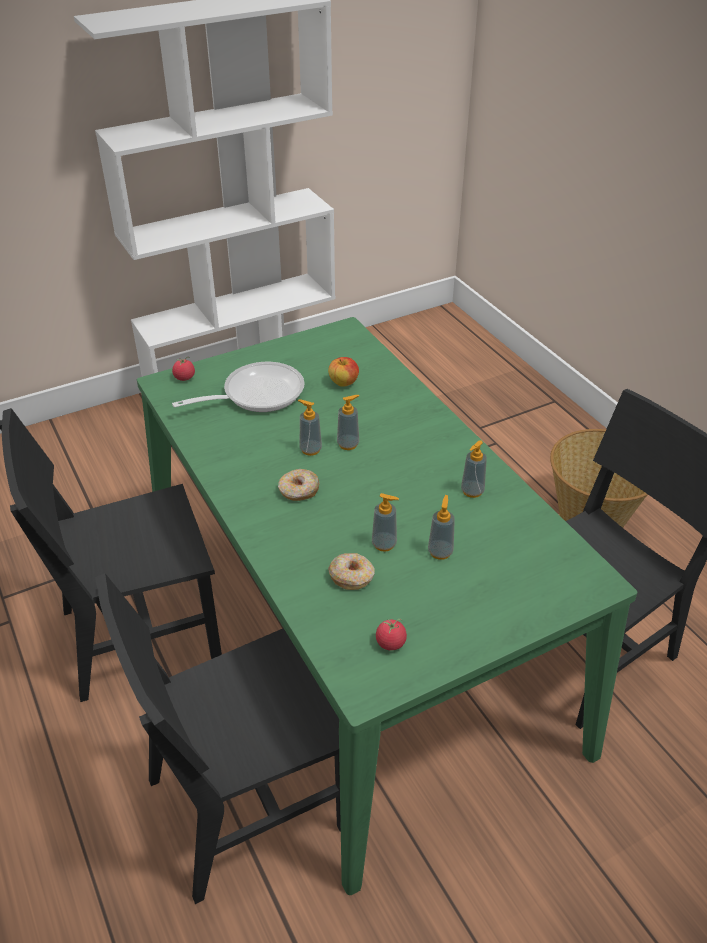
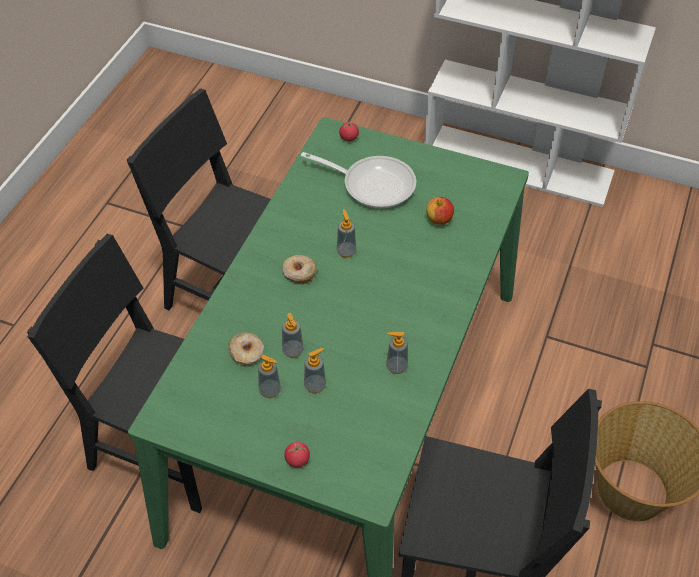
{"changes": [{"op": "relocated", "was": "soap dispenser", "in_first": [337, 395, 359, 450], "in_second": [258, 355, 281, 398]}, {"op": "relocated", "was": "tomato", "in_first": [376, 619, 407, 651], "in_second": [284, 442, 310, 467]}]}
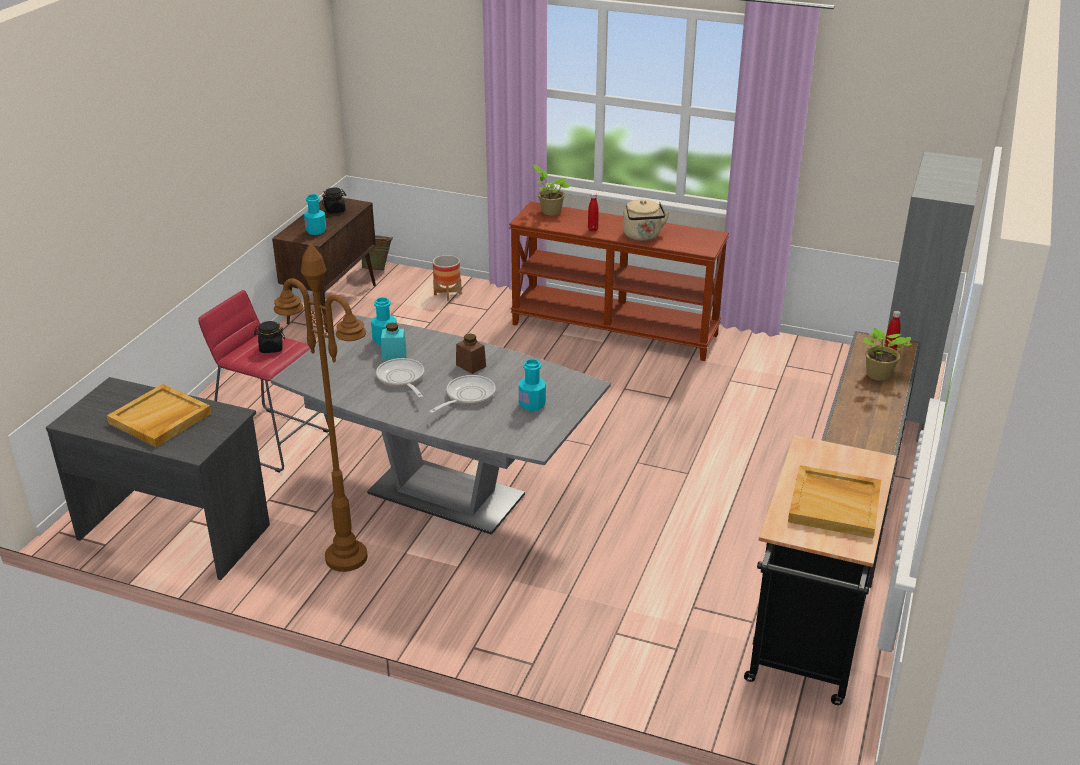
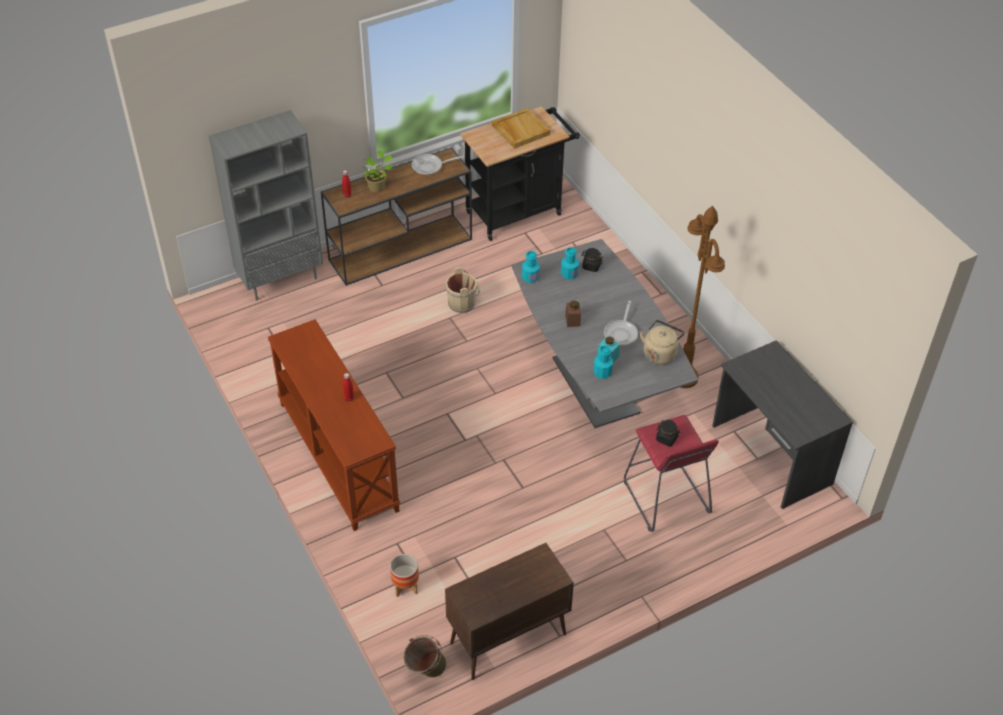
{"changes": [{"op": "missing", "was": "beige serving tray", "in_first": [107, 384, 212, 447]}, {"op": "missing", "was": "potted plant", "in_first": [533, 164, 571, 216]}, {"op": "appeared", "now": "beige water bucket", "in_second": [445, 267, 480, 313]}, {"op": "relocated", "was": "turquoise drink bottle", "in_first": [304, 194, 326, 235], "in_second": [522, 251, 540, 283]}, {"op": "relocated", "was": "black-coloured storage jar", "in_first": [322, 188, 346, 214], "in_second": [582, 248, 603, 272]}, {"op": "relocated", "was": "frying pan", "in_first": [429, 375, 496, 413], "in_second": [412, 154, 464, 175]}, {"op": "relocated", "was": "beige tea kettle", "in_first": [623, 199, 670, 241], "in_second": [640, 320, 685, 365]}]}
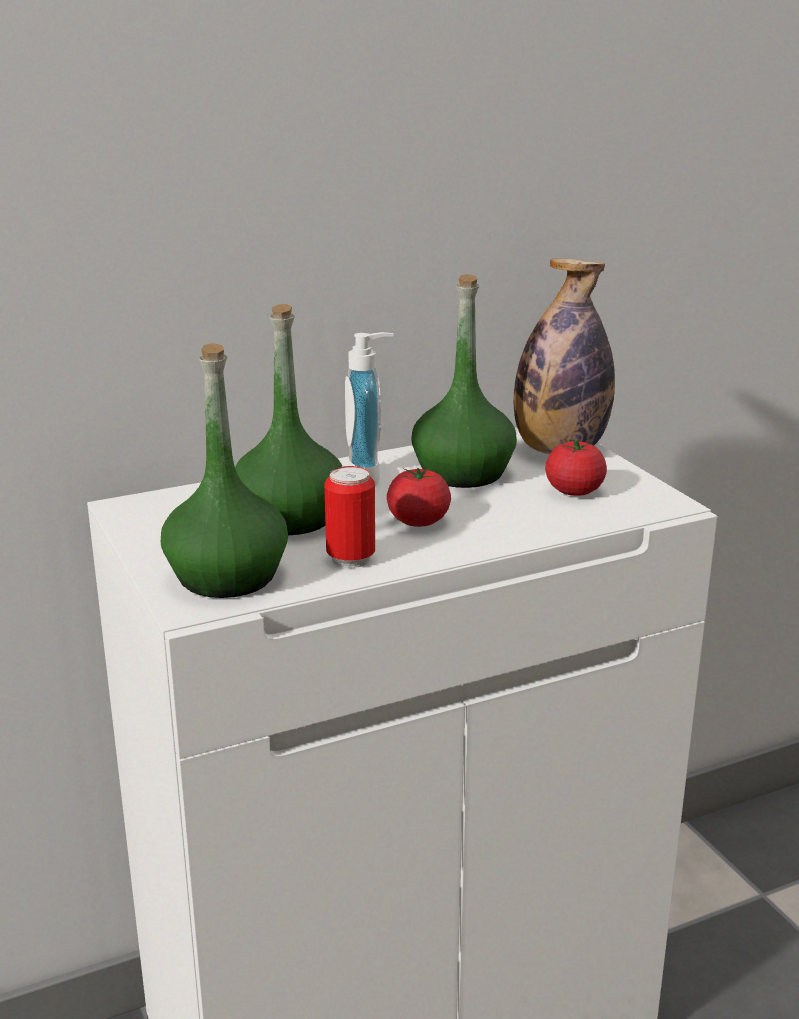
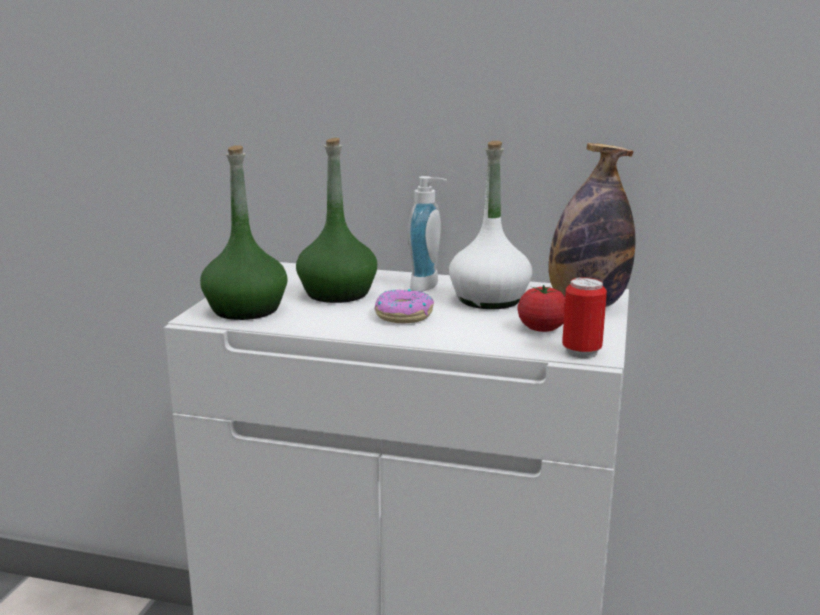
{"changes": [{"op": "relocated", "was": "sealed can", "in_first": [325, 466, 375, 568], "in_second": [562, 277, 607, 358]}, {"op": "exchanged", "was": "tomato", "now": "donut", "in_first": [387, 468, 451, 527], "in_second": [375, 289, 434, 323]}, {"op": "colour", "was": "green drink bottle", "now": "white drink bottle", "in_first": [411, 274, 517, 488], "in_second": [449, 141, 532, 309]}]}
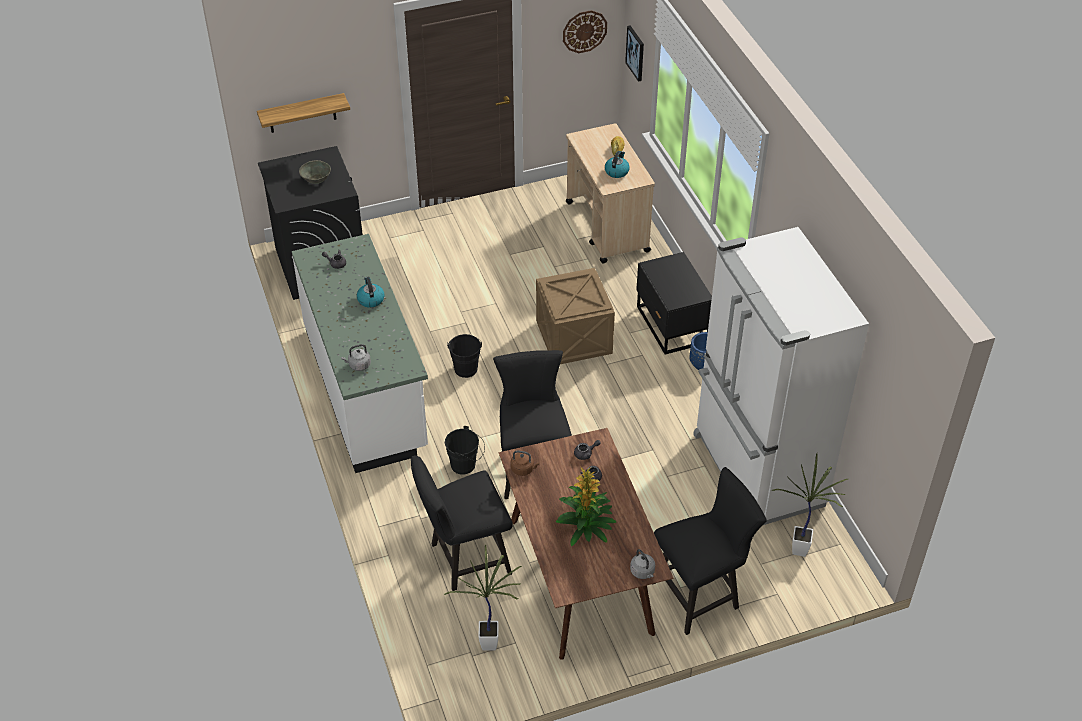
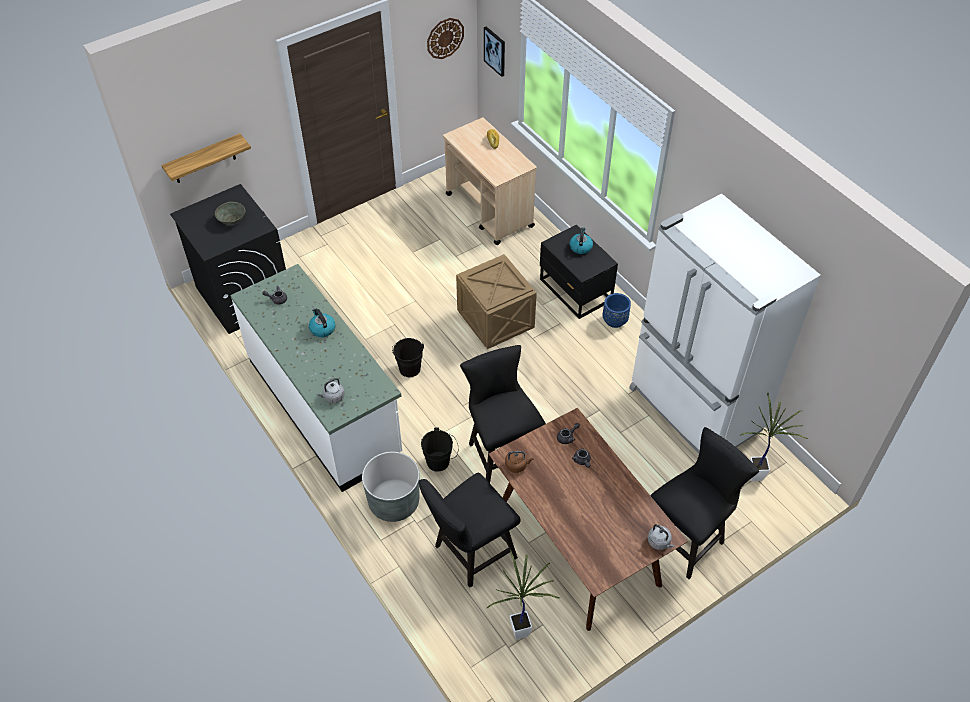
{"changes": [{"op": "missing", "was": "potted plant", "in_first": [555, 466, 616, 546]}, {"op": "appeared", "now": "greyish plant pot", "in_second": [362, 452, 420, 522]}, {"op": "relocated", "was": "tea kettle", "in_first": [605, 151, 630, 178], "in_second": [570, 228, 593, 254]}]}
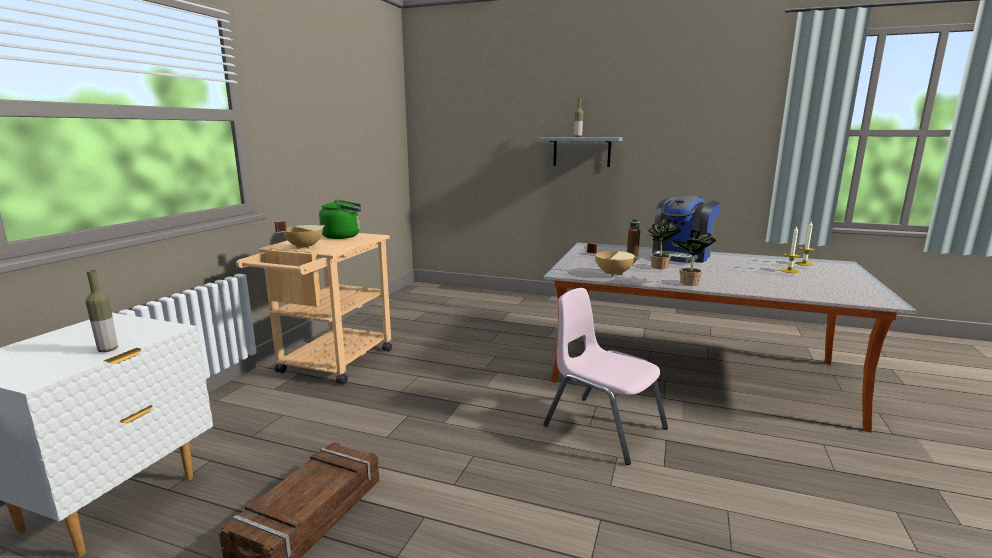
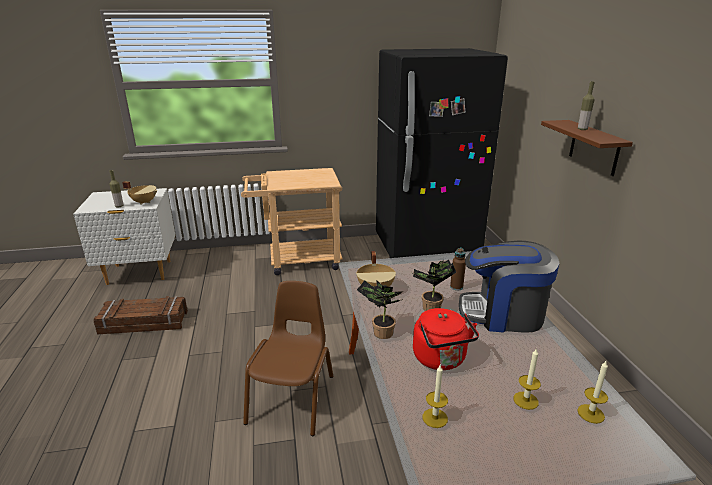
{"changes": [{"op": "missing", "was": "green tea kettle", "in_first": [319, 200, 361, 239]}, {"op": "appeared", "now": "black-coloured refrigerator", "in_second": [376, 48, 508, 258]}, {"op": "appeared", "now": "red-coloured tea kettle", "in_second": [413, 308, 479, 370]}, {"op": "appeared", "now": "candle", "in_second": [422, 365, 448, 428]}, {"op": "relocated", "was": "beige cooking pot", "in_first": [274, 221, 325, 249], "in_second": [122, 181, 158, 205]}, {"op": "colour", "was": "greyish bracket shelf", "now": "brown bracket shelf", "in_first": [538, 137, 623, 167], "in_second": [541, 120, 633, 176]}, {"op": "colour", "was": "pinkish chair", "now": "brown chair", "in_first": [543, 288, 668, 465], "in_second": [243, 281, 333, 436]}]}
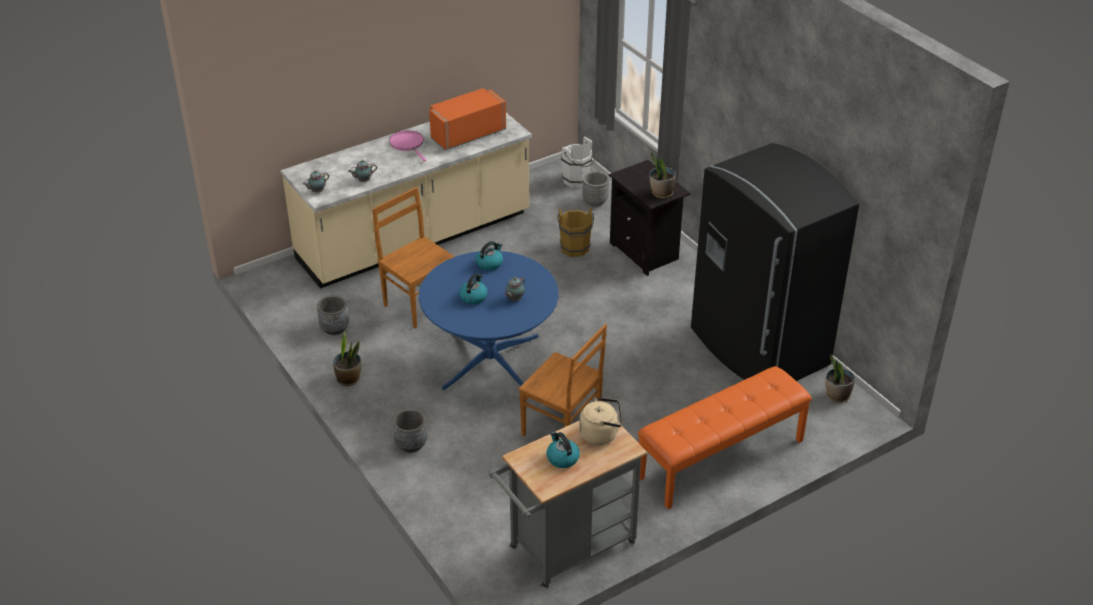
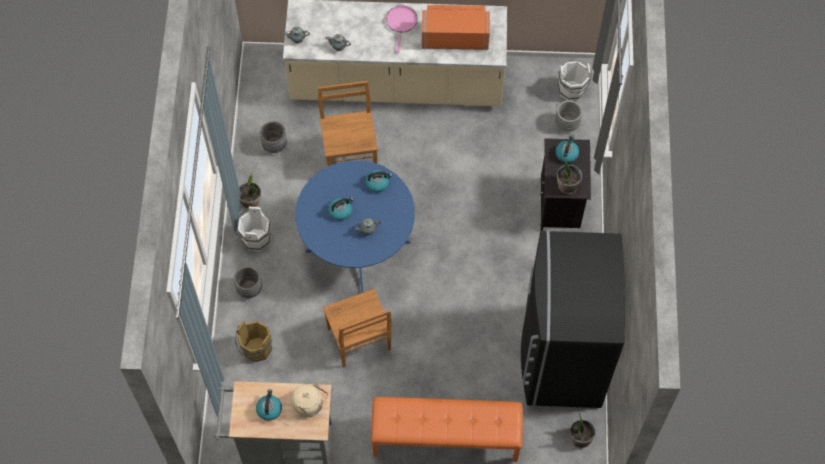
{"changes": [{"op": "appeared", "now": "white water bucket", "in_second": [234, 207, 271, 252]}, {"op": "appeared", "now": "tea kettle", "in_second": [555, 135, 579, 163]}, {"op": "relocated", "was": "brown water bucket", "in_first": [557, 207, 594, 257], "in_second": [235, 320, 272, 362]}]}
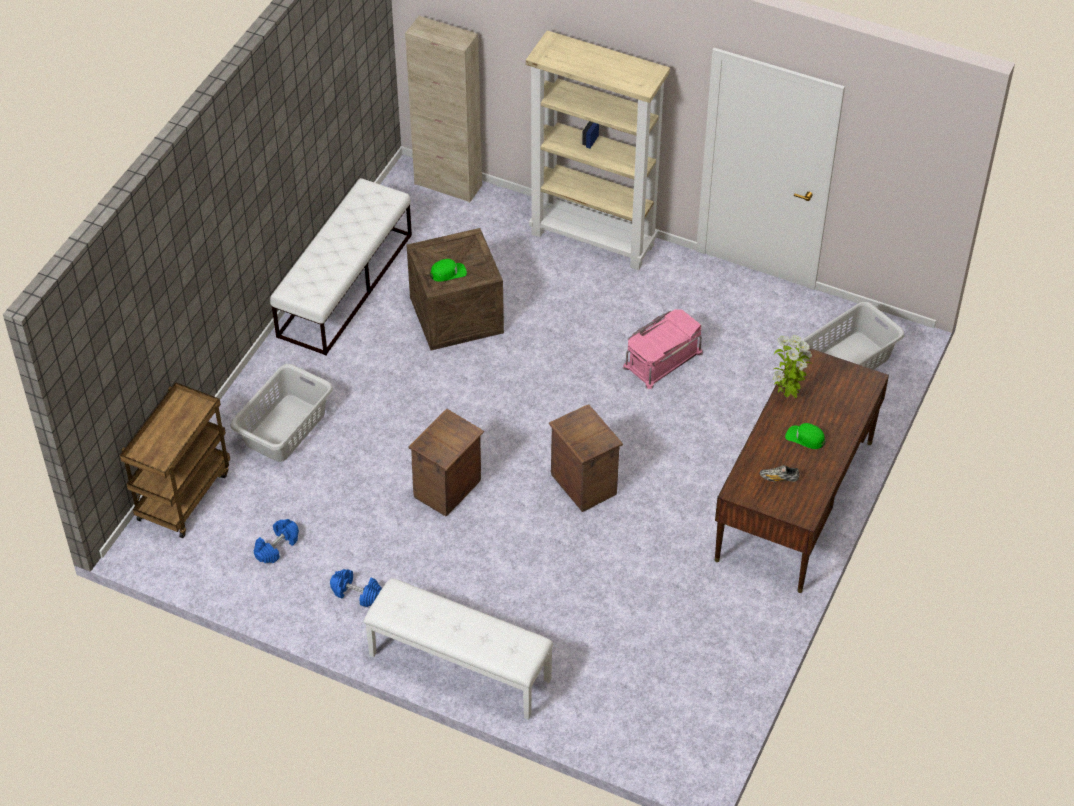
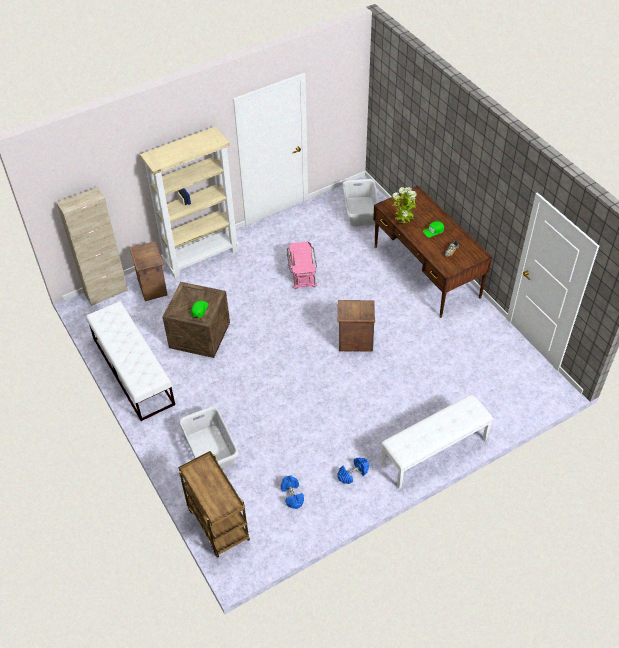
{"changes": [{"op": "relocated", "was": "shipping crate", "in_first": [409, 409, 484, 517], "in_second": [129, 241, 167, 301]}]}
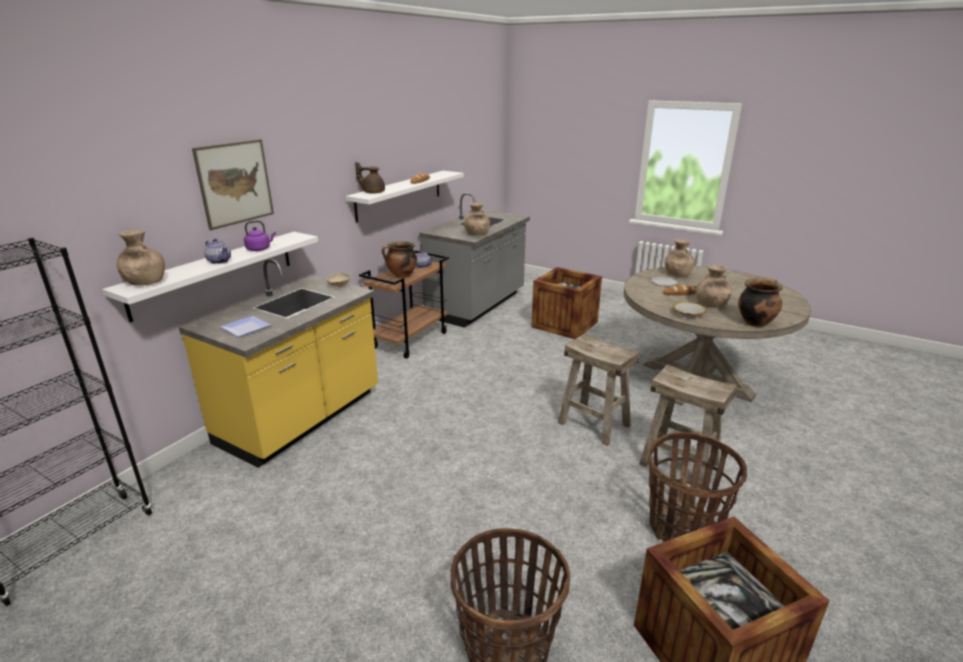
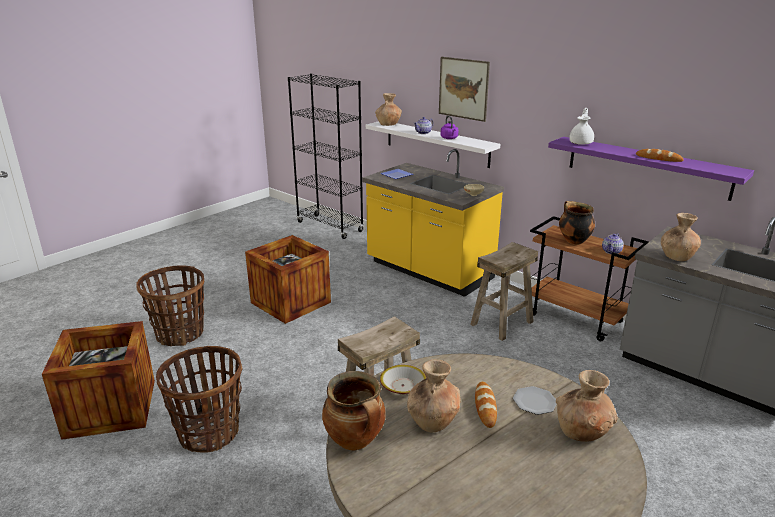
{"changes": [{"op": "relocated", "was": "shipping crate", "in_first": [531, 267, 602, 339], "in_second": [245, 235, 331, 324]}, {"op": "relocated", "was": "beige stool seat", "in_first": [639, 364, 737, 490], "in_second": [470, 242, 538, 341]}, {"op": "colour", "was": "white bracket shelf", "now": "purple-coloured bracket shelf", "in_first": [346, 171, 464, 223], "in_second": [548, 137, 754, 201]}, {"op": "colour", "was": "brown teapot", "now": "white teapot", "in_first": [355, 162, 385, 194], "in_second": [569, 108, 594, 145]}]}
